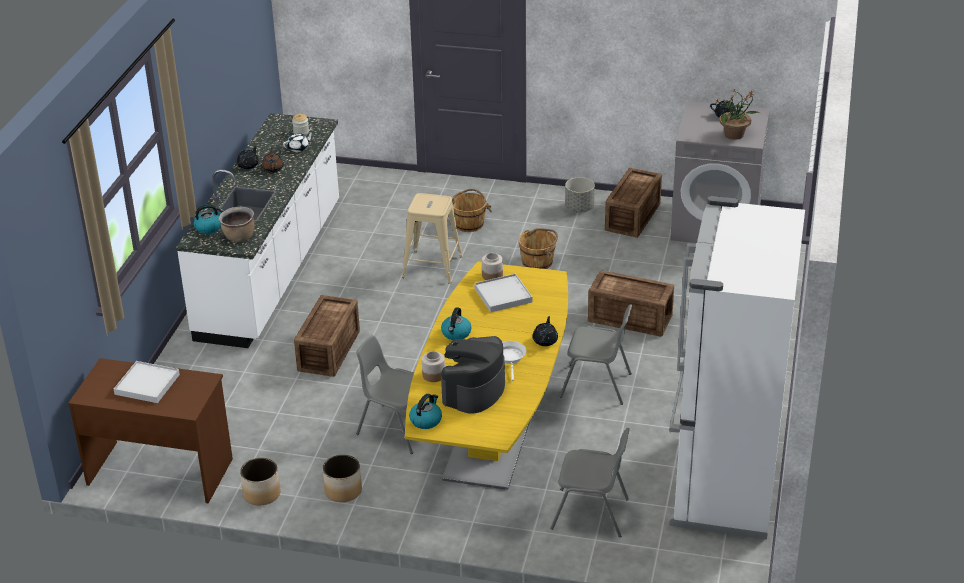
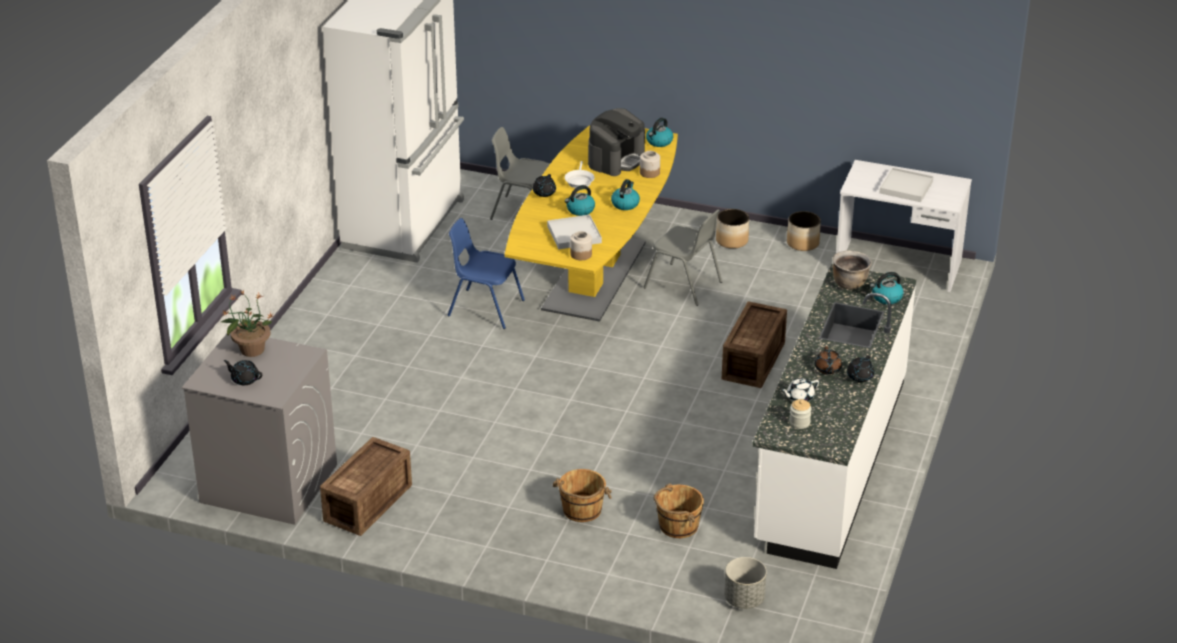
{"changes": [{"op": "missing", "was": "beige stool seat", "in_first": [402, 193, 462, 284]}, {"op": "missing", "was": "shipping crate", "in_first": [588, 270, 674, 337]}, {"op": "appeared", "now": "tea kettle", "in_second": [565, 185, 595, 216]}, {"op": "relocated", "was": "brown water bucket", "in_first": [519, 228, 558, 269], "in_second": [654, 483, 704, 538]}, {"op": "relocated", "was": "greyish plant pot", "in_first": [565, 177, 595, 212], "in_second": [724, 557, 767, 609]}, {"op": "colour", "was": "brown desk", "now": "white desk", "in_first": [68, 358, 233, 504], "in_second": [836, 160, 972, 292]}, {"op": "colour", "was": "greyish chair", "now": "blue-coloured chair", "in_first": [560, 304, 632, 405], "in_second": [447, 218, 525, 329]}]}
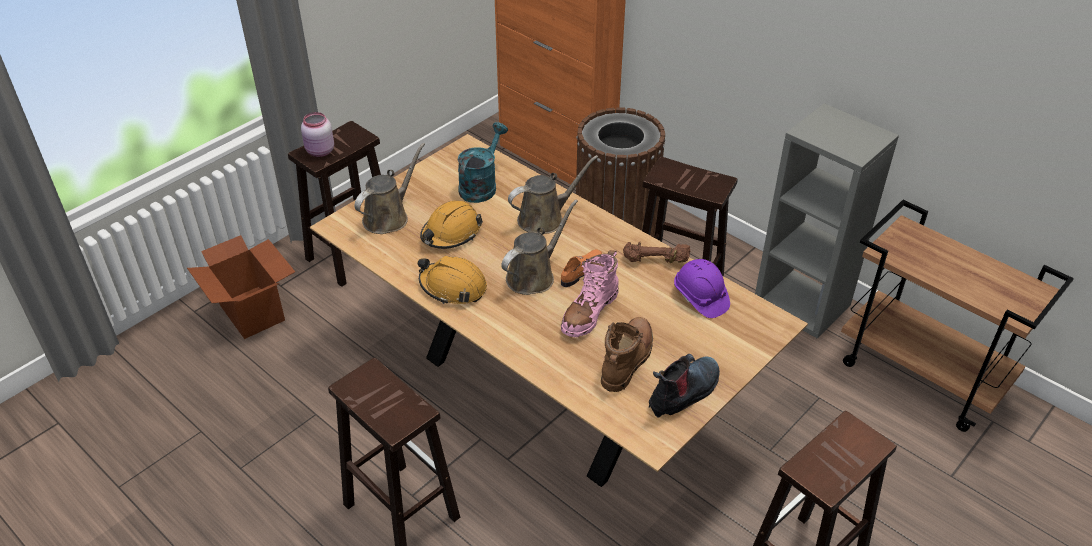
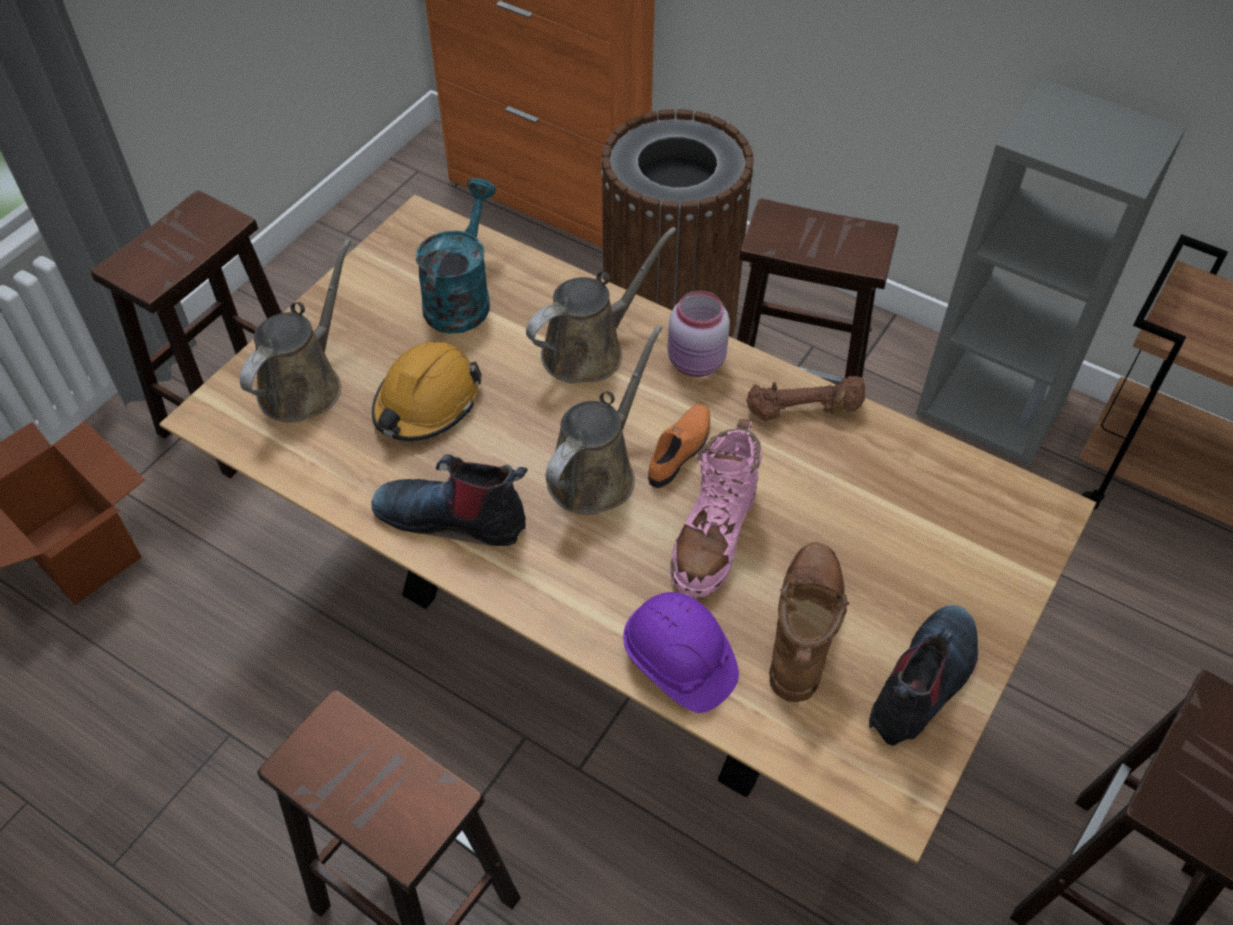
{"changes": [{"op": "relocated", "was": "pinkish storage jar", "in_first": [301, 112, 334, 157], "in_second": [668, 291, 730, 377]}, {"op": "relocated", "was": "purple-coloured safety helmet", "in_first": [674, 259, 730, 318], "in_second": [623, 592, 739, 713]}, {"op": "exchanged", "was": "orangey safety helmet", "now": "tall boot", "in_first": [418, 256, 487, 304], "in_second": [371, 455, 527, 546]}]}
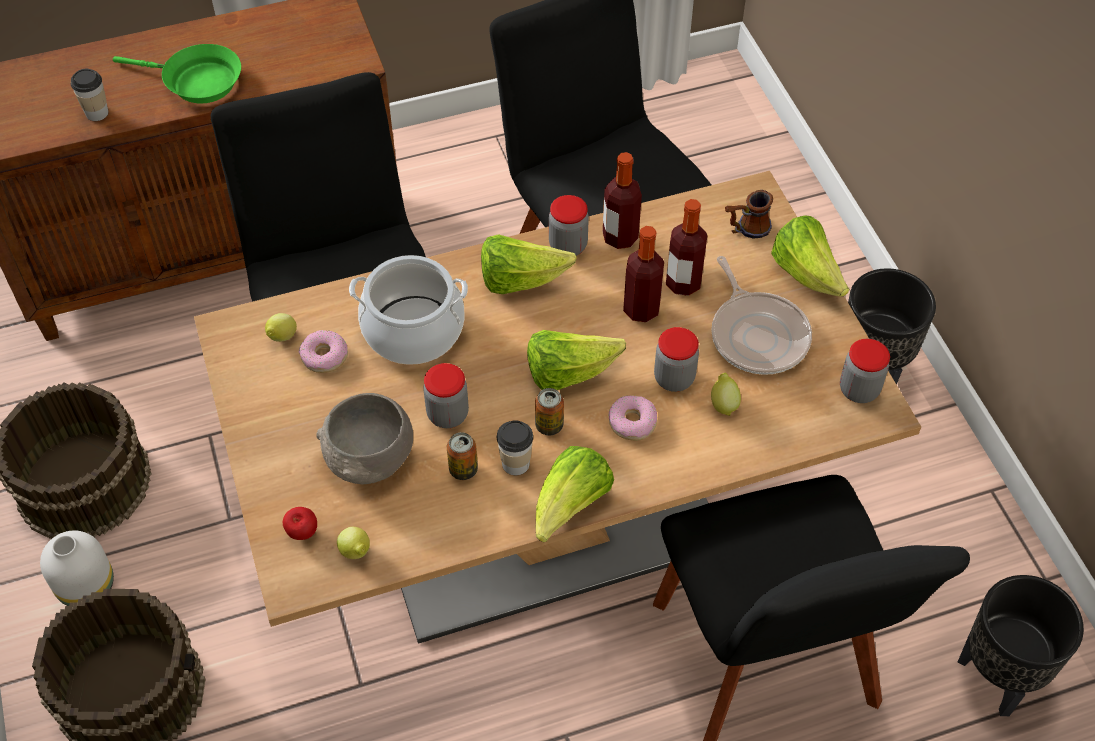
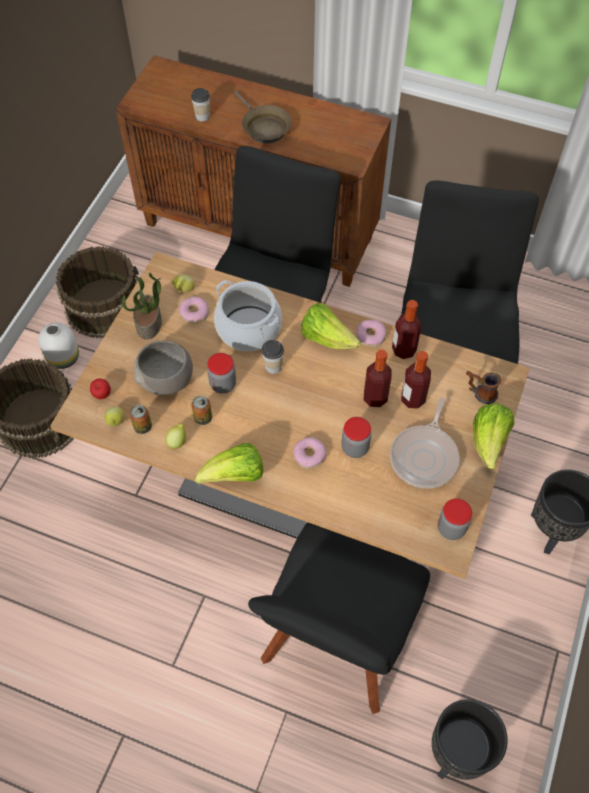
{"changes": [{"op": "missing", "was": "lettuce head", "in_first": [527, 330, 626, 390]}, {"op": "appeared", "now": "potted plant", "in_second": [122, 273, 162, 340]}, {"op": "relocated", "was": "cup", "in_first": [497, 420, 533, 475], "in_second": [261, 340, 284, 374]}, {"op": "relocated", "was": "sealed can", "in_first": [535, 388, 564, 435], "in_second": [129, 404, 152, 434]}, {"op": "relocated", "was": "lemon", "in_first": [711, 373, 741, 416], "in_second": [165, 423, 186, 450]}, {"op": "exchanged", "was": "storage jar", "now": "donut", "in_first": [549, 195, 589, 256], "in_second": [356, 320, 386, 347]}, {"op": "colour", "was": "green frying pan", "now": "brown frying pan", "in_first": [113, 44, 241, 104], "in_second": [234, 91, 292, 143]}]}
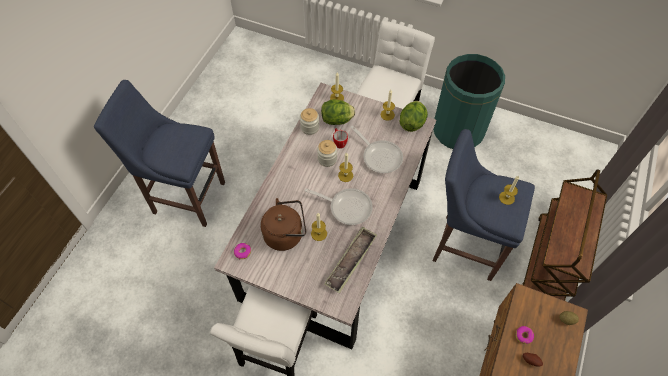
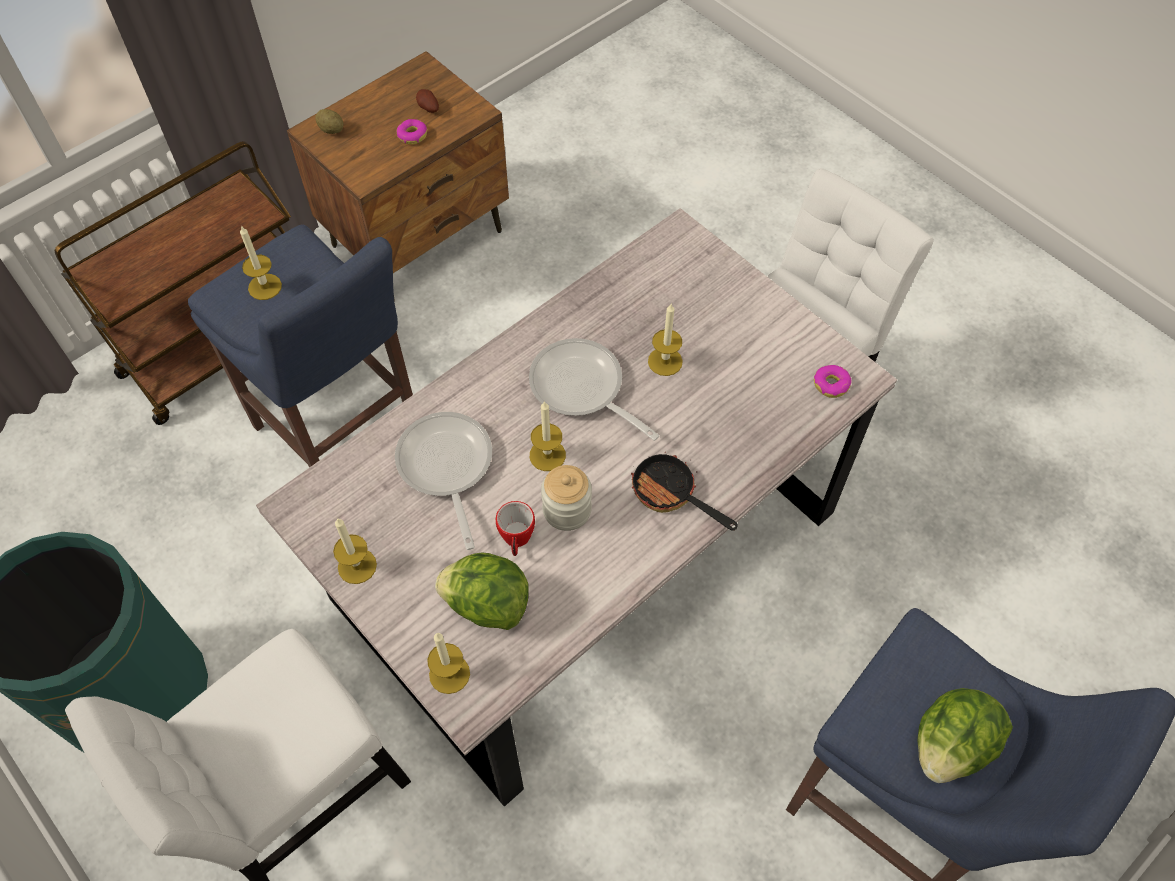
{"changes": [{"op": "missing", "was": "brown tea kettle", "in_first": [260, 198, 306, 251]}, {"op": "missing", "was": "storage jar", "in_first": [300, 108, 319, 135]}, {"op": "missing", "was": "serving tray", "in_first": [324, 226, 377, 294]}, {"op": "appeared", "now": "frying pan", "in_second": [631, 452, 738, 531]}, {"op": "relocated", "was": "lettuce head", "in_first": [399, 101, 428, 132], "in_second": [917, 688, 1013, 783]}]}
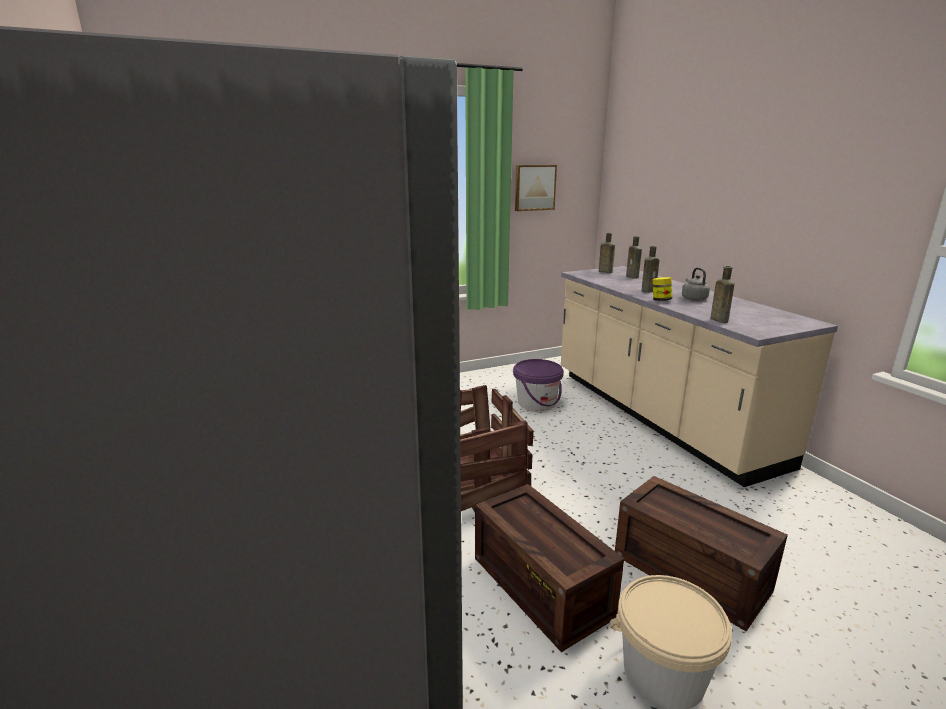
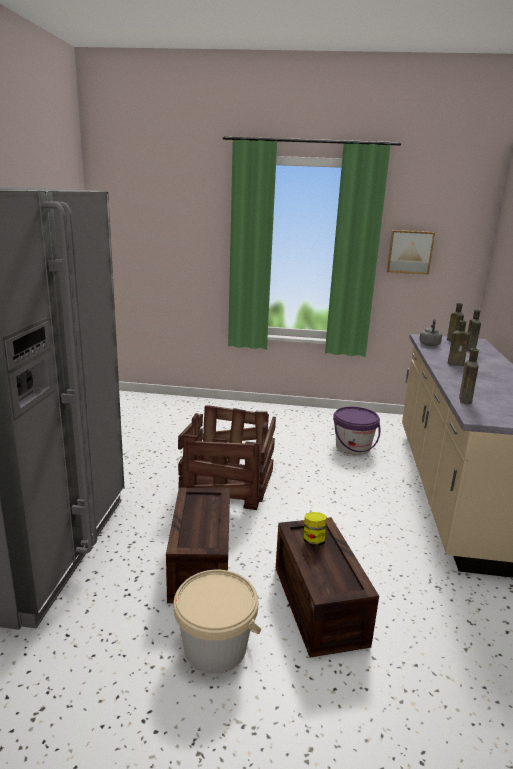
{"changes": [{"op": "relocated", "was": "storage jar", "in_first": [653, 277, 672, 301], "in_second": [304, 512, 327, 546]}, {"op": "relocated", "was": "greyish tea kettle", "in_first": [682, 268, 710, 301], "in_second": [419, 319, 442, 346]}]}
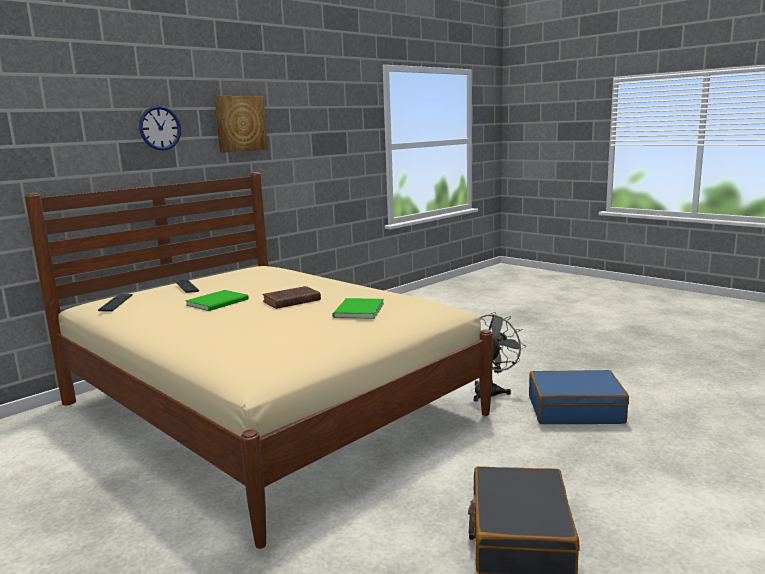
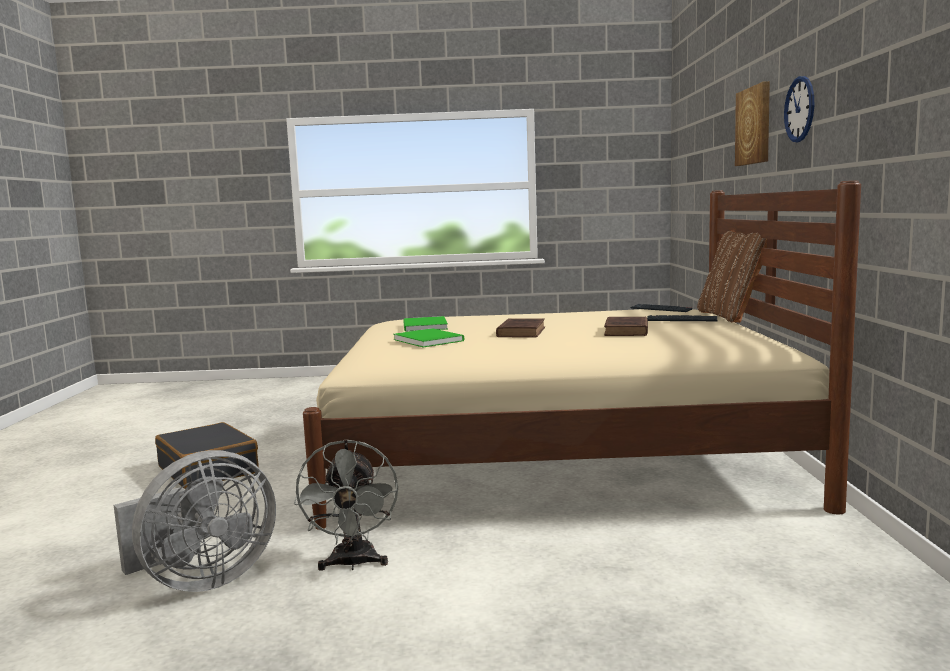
{"changes": [{"op": "appeared", "now": "brown book", "in_second": [604, 317, 648, 336]}, {"op": "appeared", "now": "brown cushion", "in_second": [697, 230, 767, 323]}, {"op": "relocated", "was": "green book", "in_first": [186, 290, 249, 311], "in_second": [403, 316, 448, 332]}, {"op": "relocated", "was": "picture", "in_first": [214, 96, 268, 153], "in_second": [735, 81, 770, 166]}, {"op": "exchanged", "was": "blue-coloured suitcase", "now": "greyish fan", "in_first": [529, 370, 629, 424], "in_second": [114, 450, 276, 592]}]}
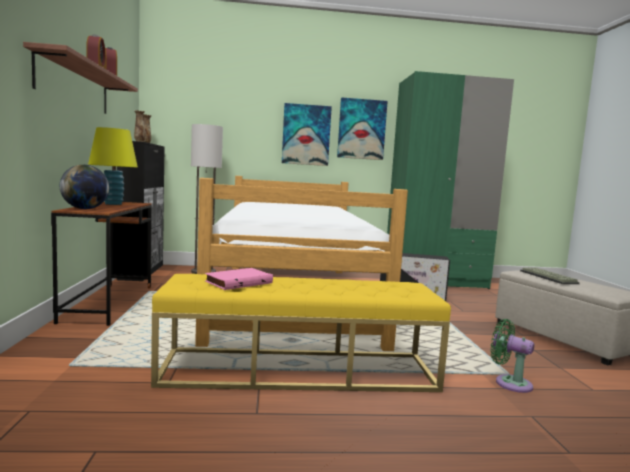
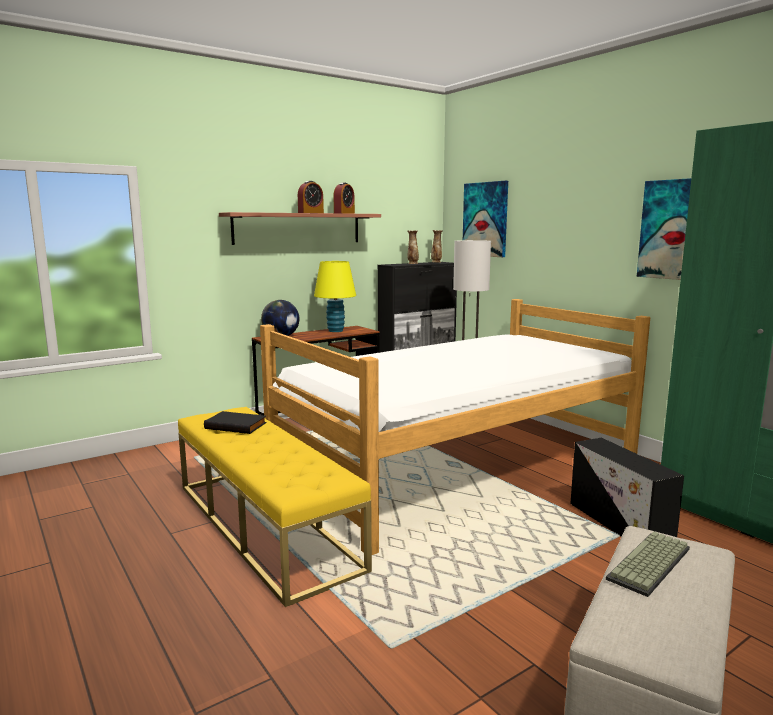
{"changes": [{"op": "missing", "was": "green fan", "in_first": [490, 319, 534, 393]}, {"op": "relocated", "was": "picture", "in_first": [282, 103, 332, 166], "in_second": [463, 181, 508, 257]}, {"op": "colour", "was": "pinkish book", "now": "black-coloured book", "in_first": [205, 268, 273, 290], "in_second": [204, 411, 267, 434]}]}
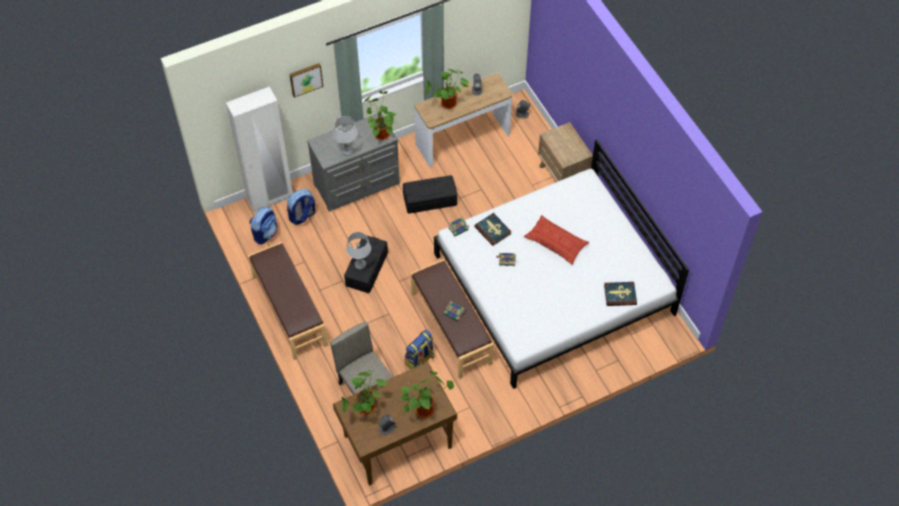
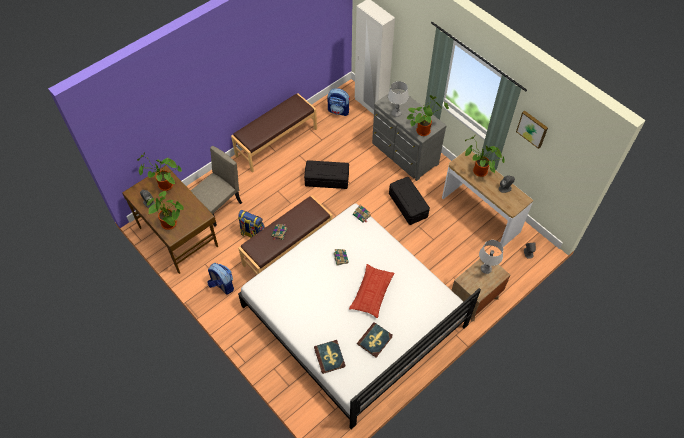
{"changes": [{"op": "relocated", "was": "rucksack", "in_first": [287, 189, 316, 225], "in_second": [207, 263, 234, 295]}, {"op": "relocated", "was": "picture", "in_first": [289, 63, 323, 98], "in_second": [516, 111, 548, 149]}, {"op": "relocated", "was": "greyish tabletop lamp", "in_first": [346, 232, 371, 269], "in_second": [479, 240, 503, 274]}, {"op": "relocated", "was": "book", "in_first": [474, 213, 512, 246], "in_second": [357, 322, 393, 357]}]}
